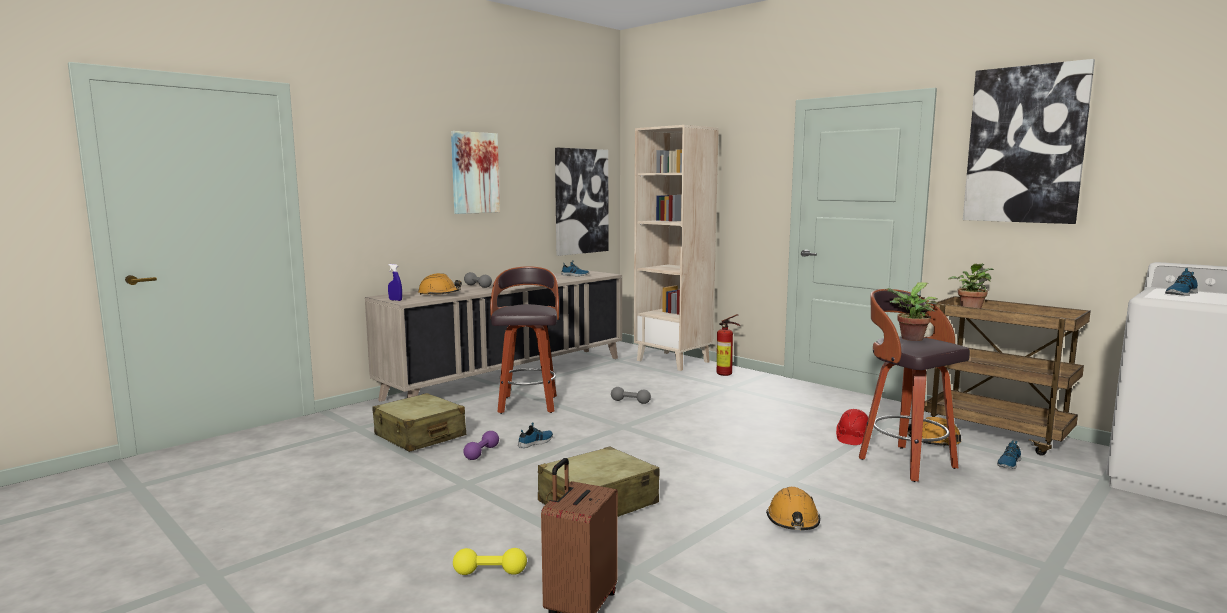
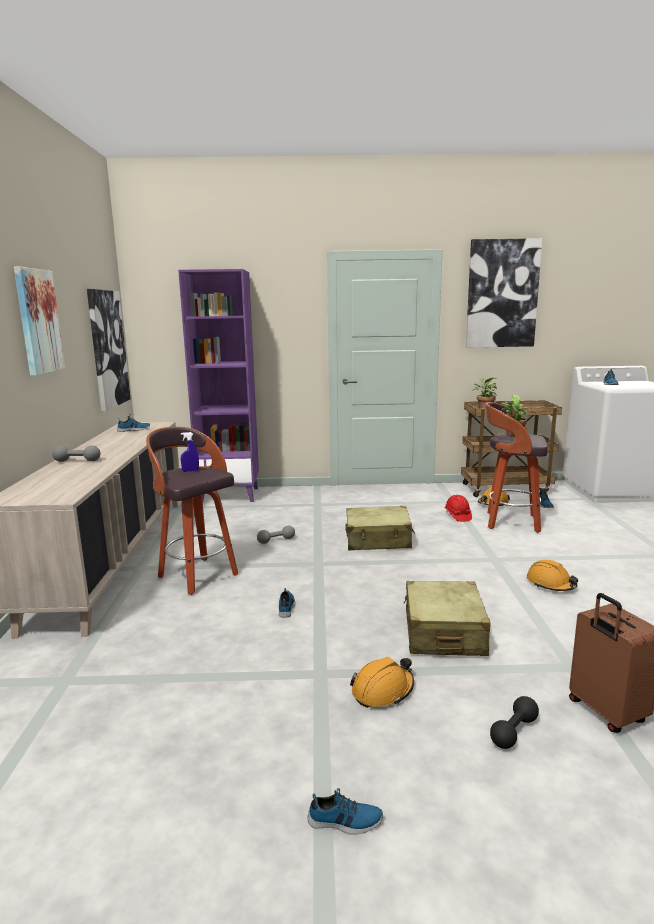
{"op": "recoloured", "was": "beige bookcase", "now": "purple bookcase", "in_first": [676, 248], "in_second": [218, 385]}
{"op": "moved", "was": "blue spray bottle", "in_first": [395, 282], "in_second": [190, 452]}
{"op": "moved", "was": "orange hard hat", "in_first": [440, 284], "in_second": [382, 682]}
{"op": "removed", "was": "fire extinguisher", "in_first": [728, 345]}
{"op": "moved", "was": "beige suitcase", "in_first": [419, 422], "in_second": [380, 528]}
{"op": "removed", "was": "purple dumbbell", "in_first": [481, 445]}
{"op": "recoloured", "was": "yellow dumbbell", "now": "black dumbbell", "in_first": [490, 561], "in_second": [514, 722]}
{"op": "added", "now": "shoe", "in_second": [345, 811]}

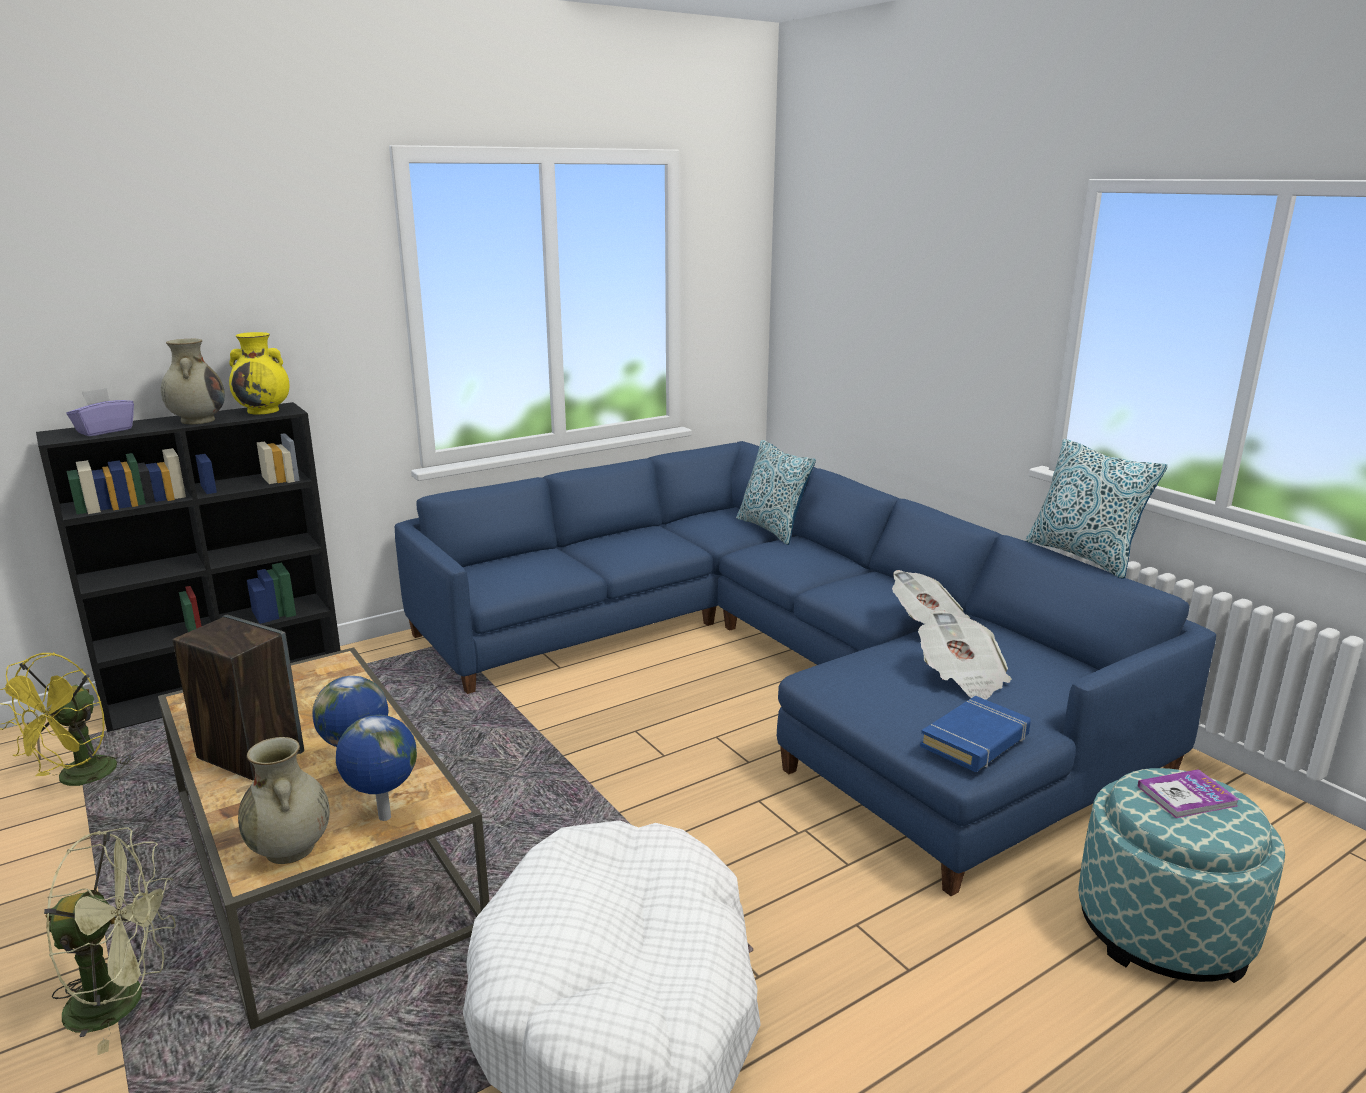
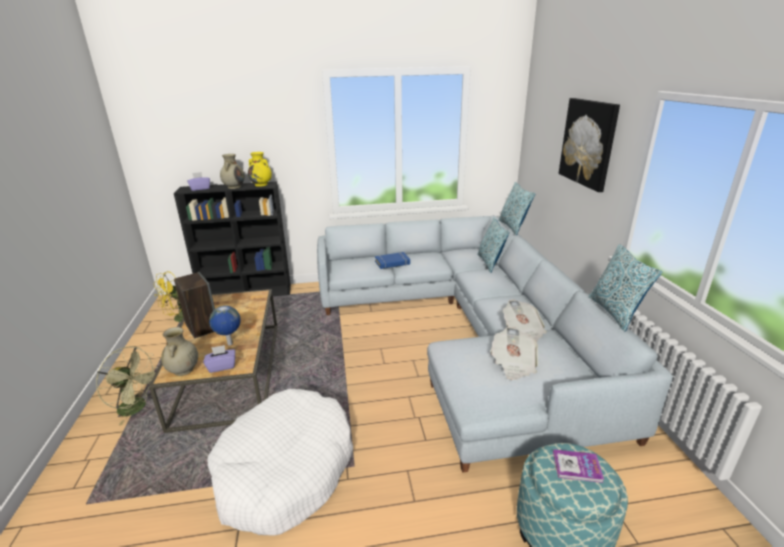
{"op": "recoloured", "was": "blue sofa", "now": "grey sofa", "in_first": [805, 668], "in_second": [495, 344]}
{"op": "moved", "was": "blue book", "in_first": [975, 734], "in_second": [392, 260]}
{"op": "replaced", "was": "globe", "now": "purple tissue box", "in_first": [376, 768], "in_second": [219, 359]}
{"op": "added", "now": "picture", "in_second": [589, 145]}
{"op": "added", "now": "pillow", "in_second": [517, 208]}

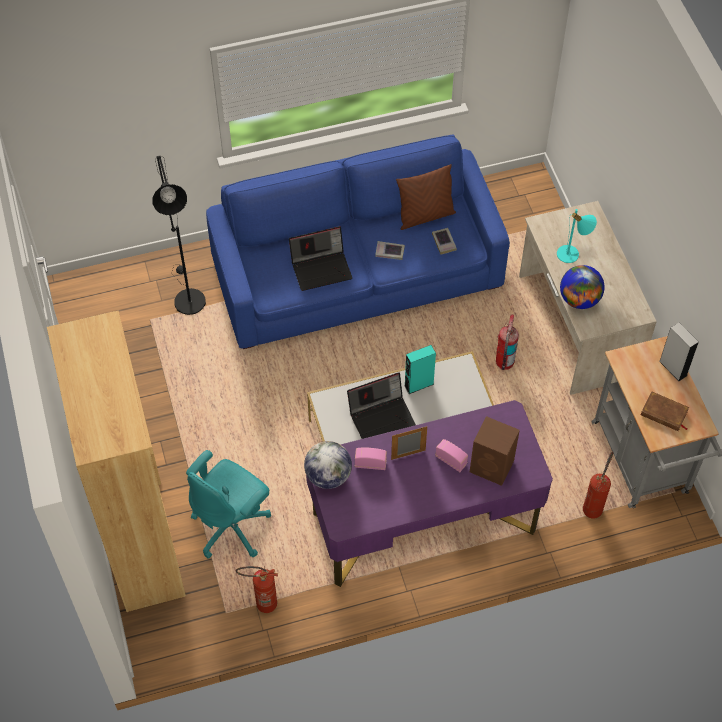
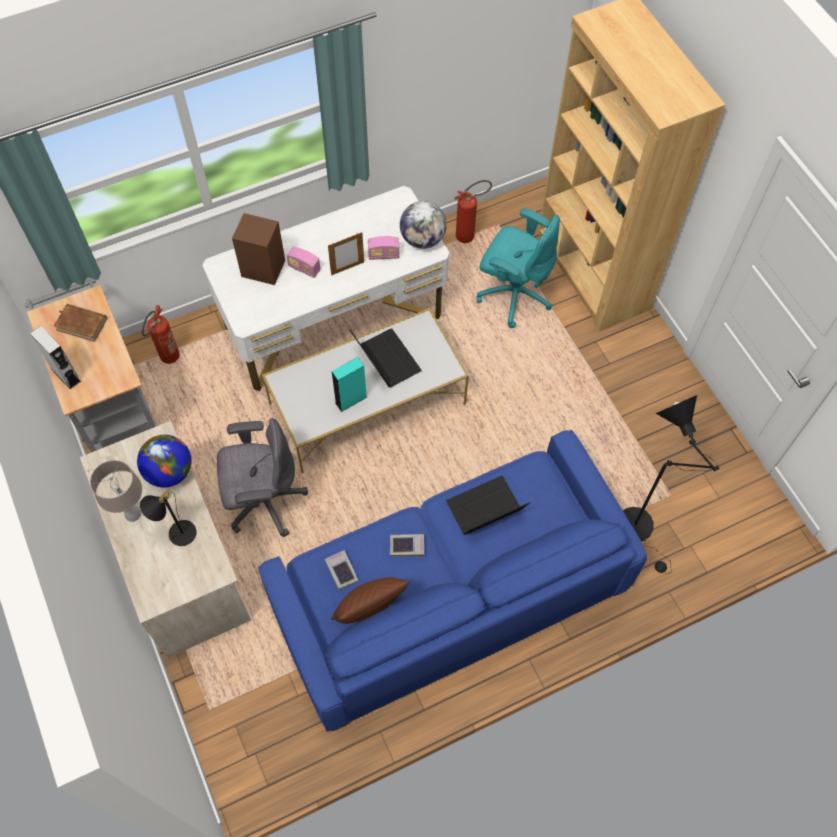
{"op": "recoloured", "was": "turquoise table lamp", "now": "black table lamp", "in_first": [577, 236], "in_second": [168, 518]}
{"op": "replaced", "was": "fire extinguisher", "now": "grey office chair", "in_first": [507, 342], "in_second": [262, 477]}
{"op": "turned", "was": "laptop", "in_first": [381, 405], "in_second": [386, 358], "clockwise": 90}
{"op": "recoloured", "was": "purple desk", "now": "white desk", "in_first": [429, 493], "in_second": [325, 288]}
{"op": "turned", "was": "turquoise office chair", "in_first": [228, 504], "in_second": [518, 268], "clockwise": 90}
{"op": "added", "now": "beige table lamp", "in_second": [116, 491]}

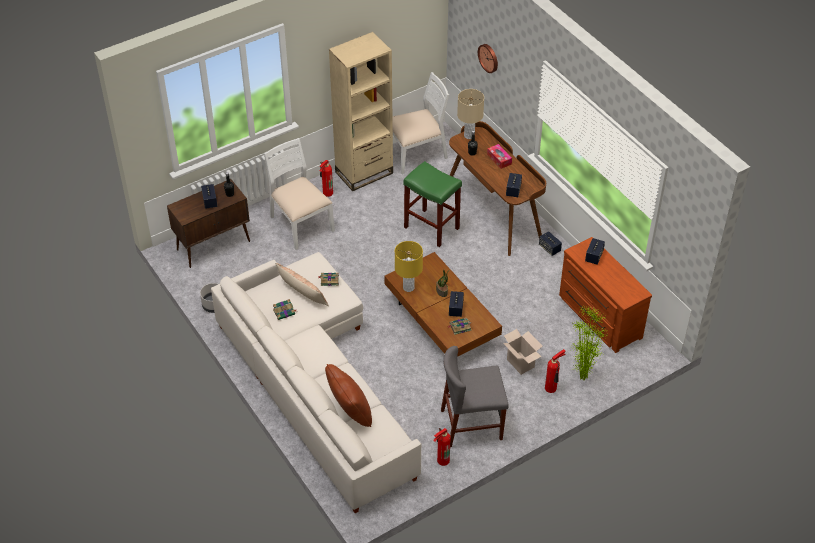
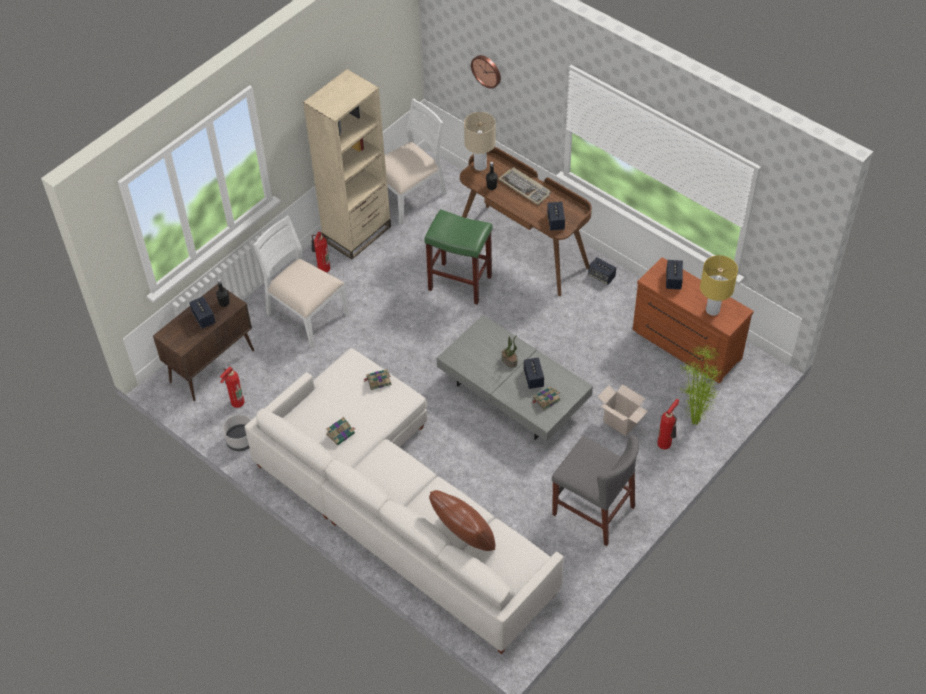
{"op": "replaced", "was": "tissue box", "now": "keyboard", "in_first": [499, 156], "in_second": [524, 186]}
{"op": "moved", "was": "yellow table lamp", "in_first": [409, 266], "in_second": [719, 285]}
{"op": "recoloured", "was": "brown coffee table", "now": "grey coffee table", "in_first": [443, 304], "in_second": [514, 378]}
{"op": "removed", "was": "pillow", "in_first": [302, 284]}
{"op": "turned", "was": "grey chair", "in_first": [475, 396], "in_second": [595, 490], "clockwise": -120}
{"op": "moved", "was": "fire extinguisher", "in_first": [442, 447], "in_second": [232, 387]}

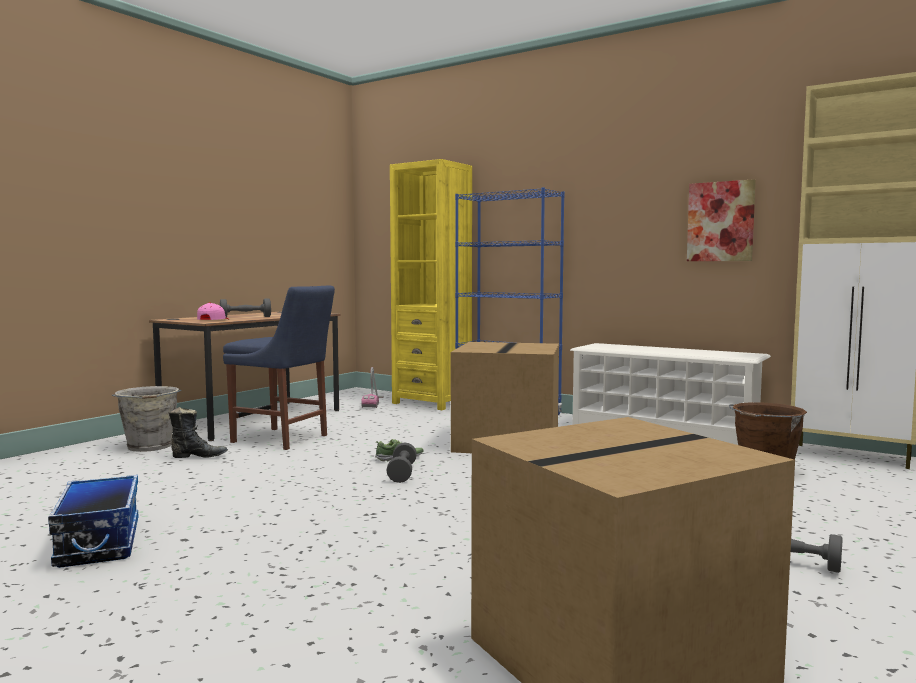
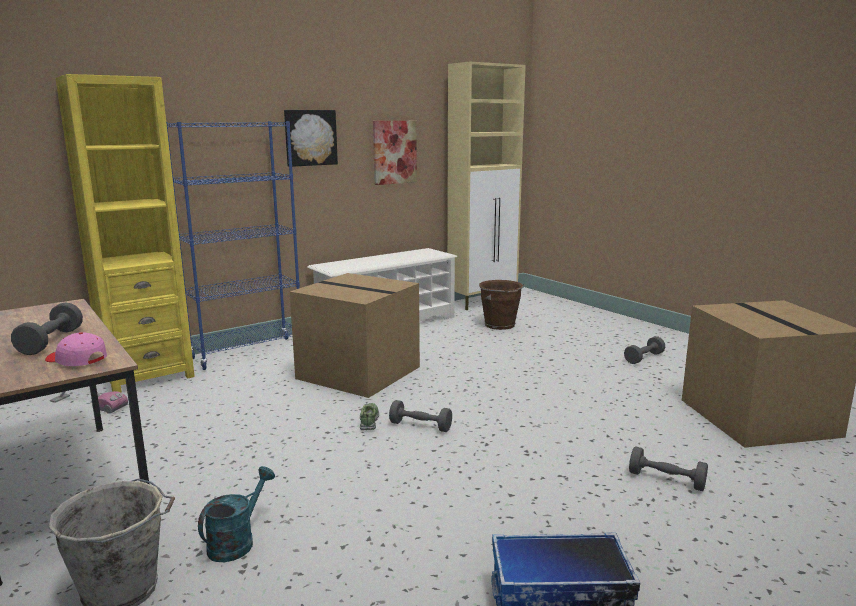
{"op": "removed", "was": "blue chair", "in_first": [279, 367]}
{"op": "replaced", "was": "black boot", "now": "turquoise watering can", "in_first": [198, 432], "in_second": [236, 514]}
{"op": "added", "now": "picture", "in_second": [311, 138]}
{"op": "added", "now": "grey dumbbell", "in_second": [668, 468]}

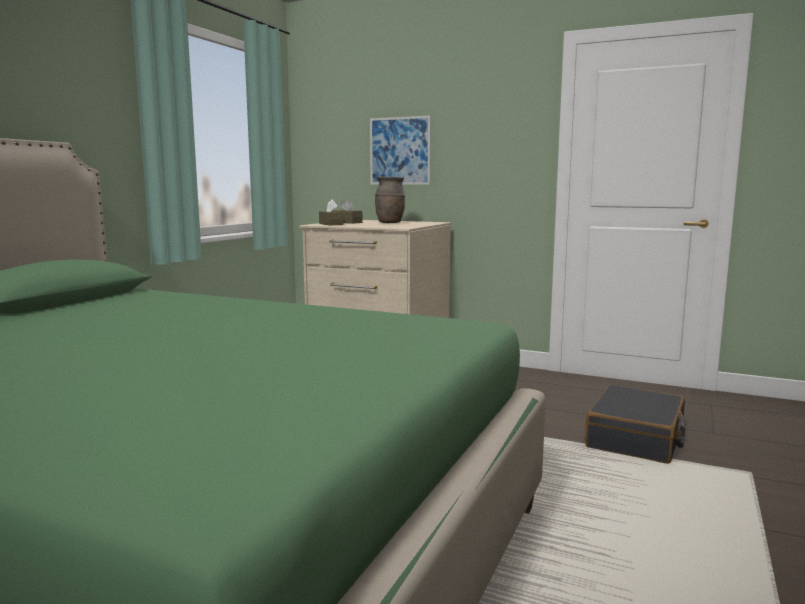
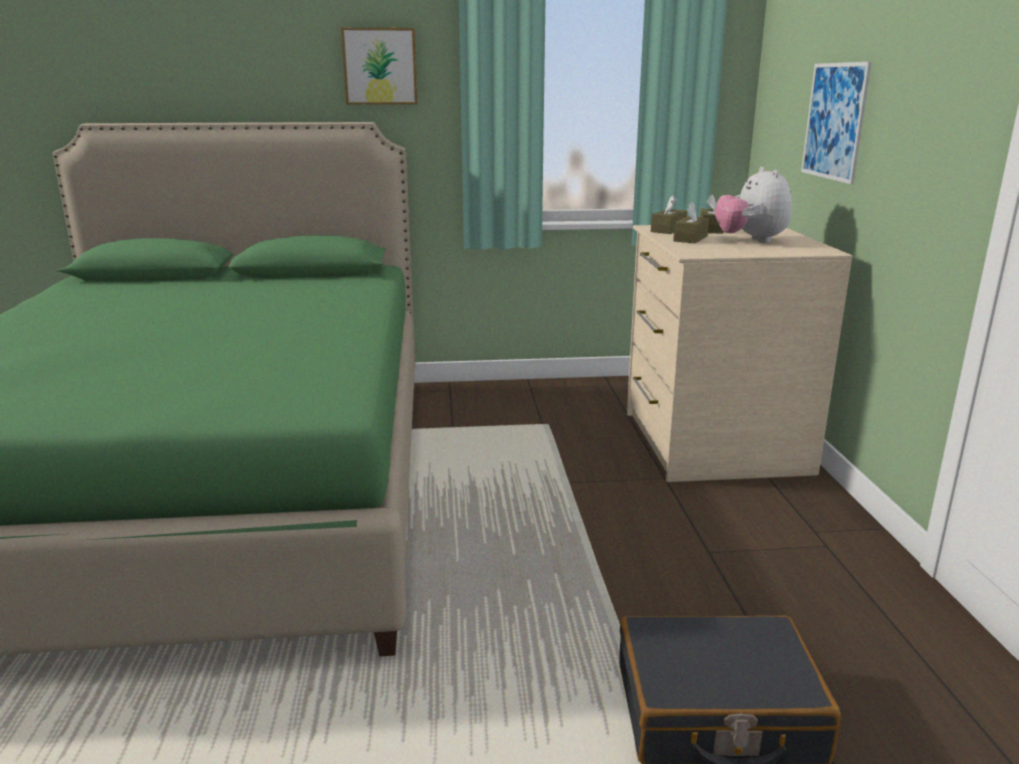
{"op": "replaced", "was": "brown vase", "now": "plush toy", "in_first": [390, 200], "in_second": [753, 205]}
{"op": "added", "now": "picture", "in_second": [379, 66]}
{"op": "added", "now": "brown tissue box", "in_second": [691, 222]}

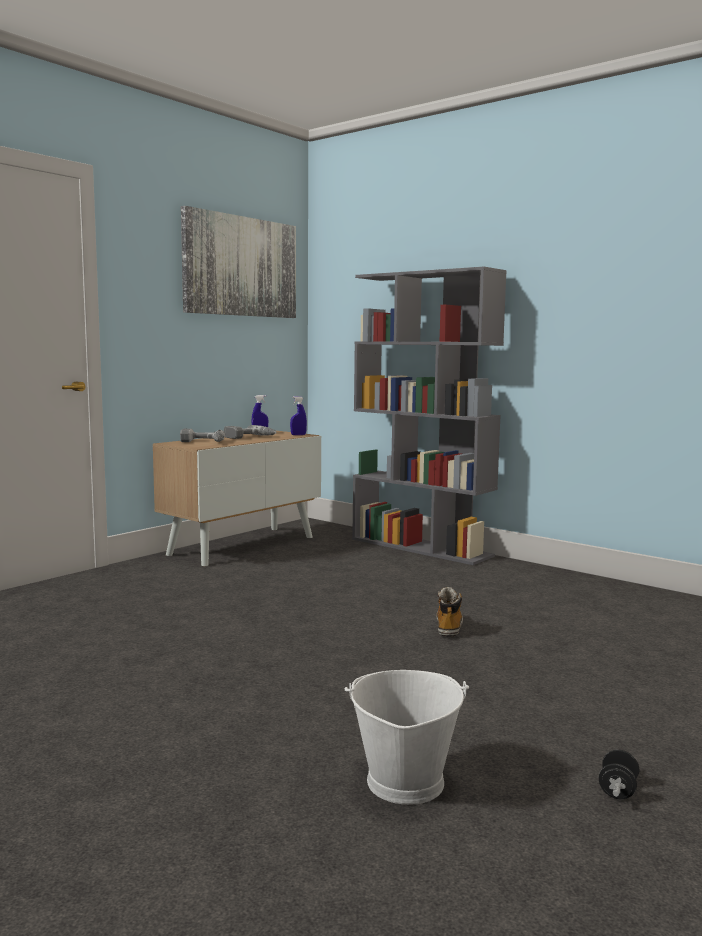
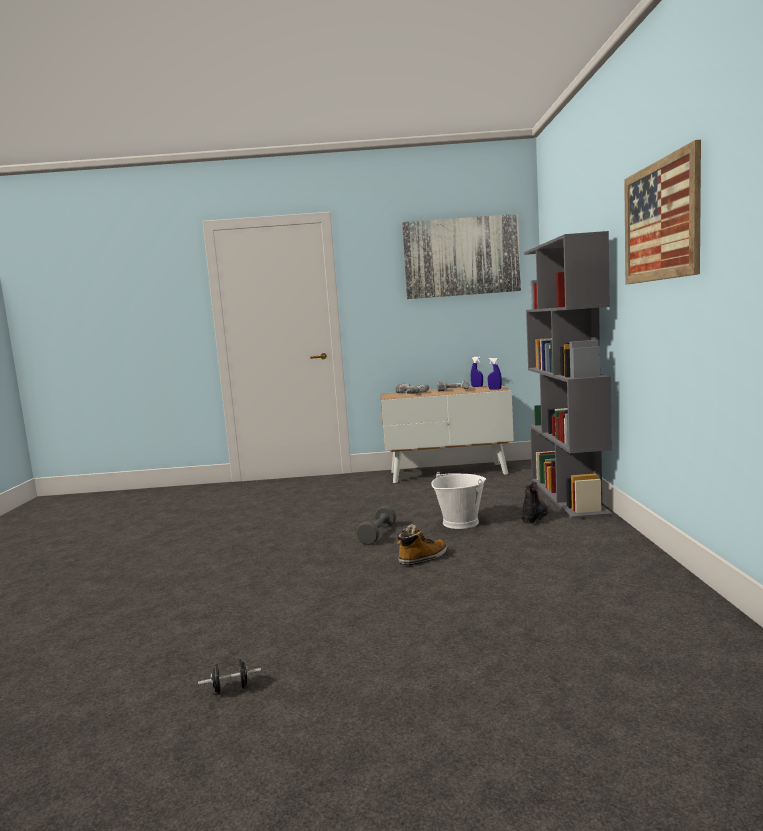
{"op": "moved", "was": "white bucket", "in_first": [407, 737], "in_second": [458, 500]}
{"op": "added", "now": "picture", "in_second": [662, 212]}
{"op": "added", "now": "boot", "in_second": [535, 503]}
{"op": "added", "now": "grey dumbbell", "in_second": [376, 525]}

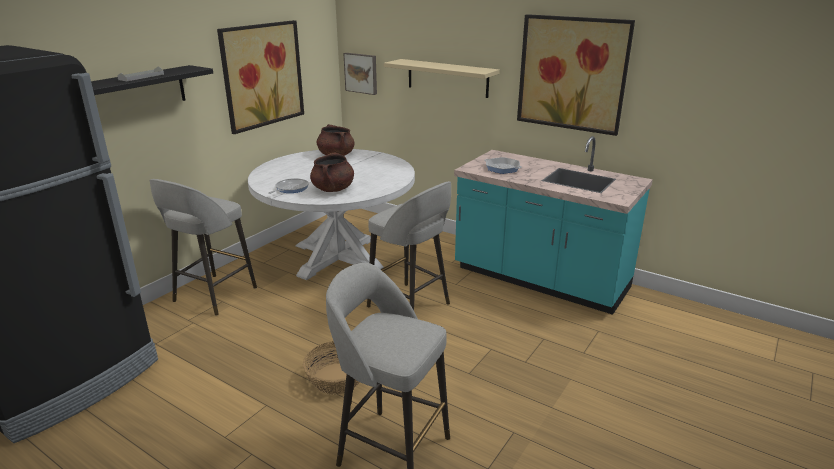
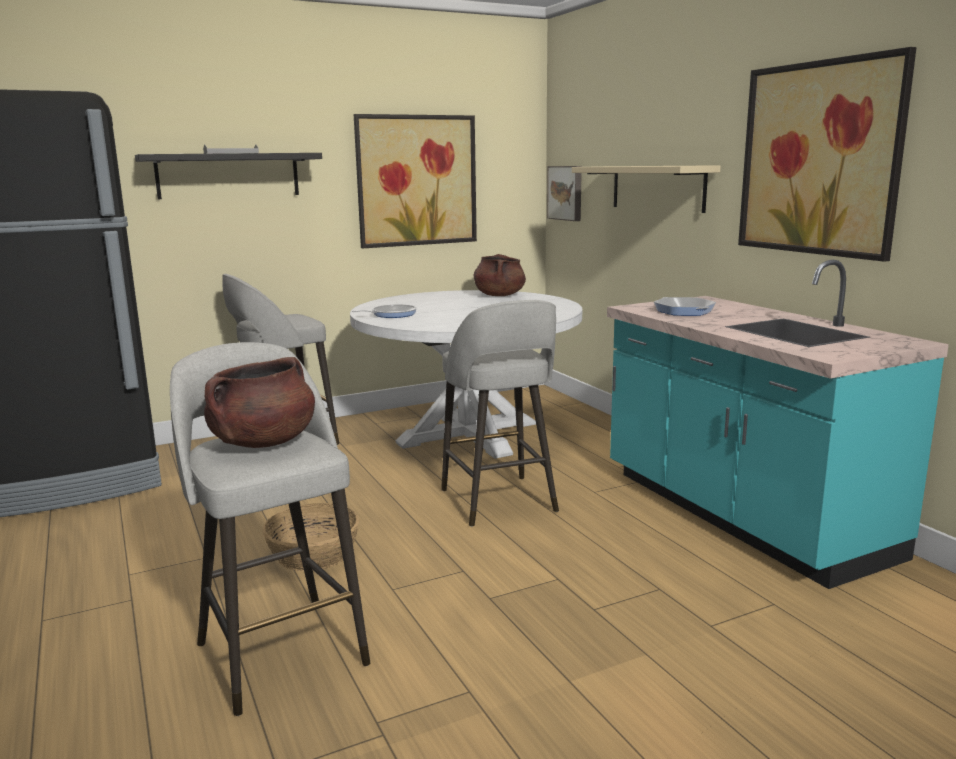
{"op": "moved", "was": "brown cooking pot", "in_first": [332, 172], "in_second": [259, 402]}

